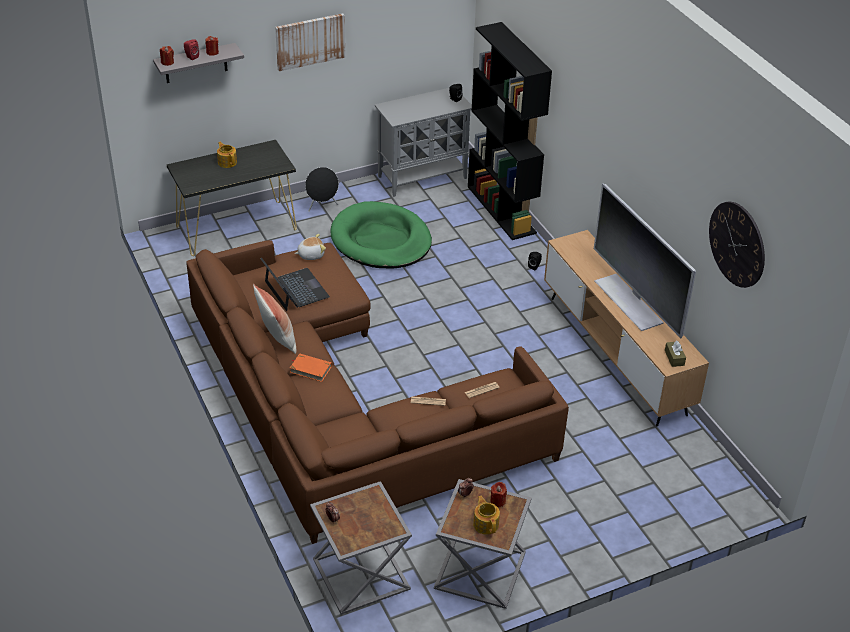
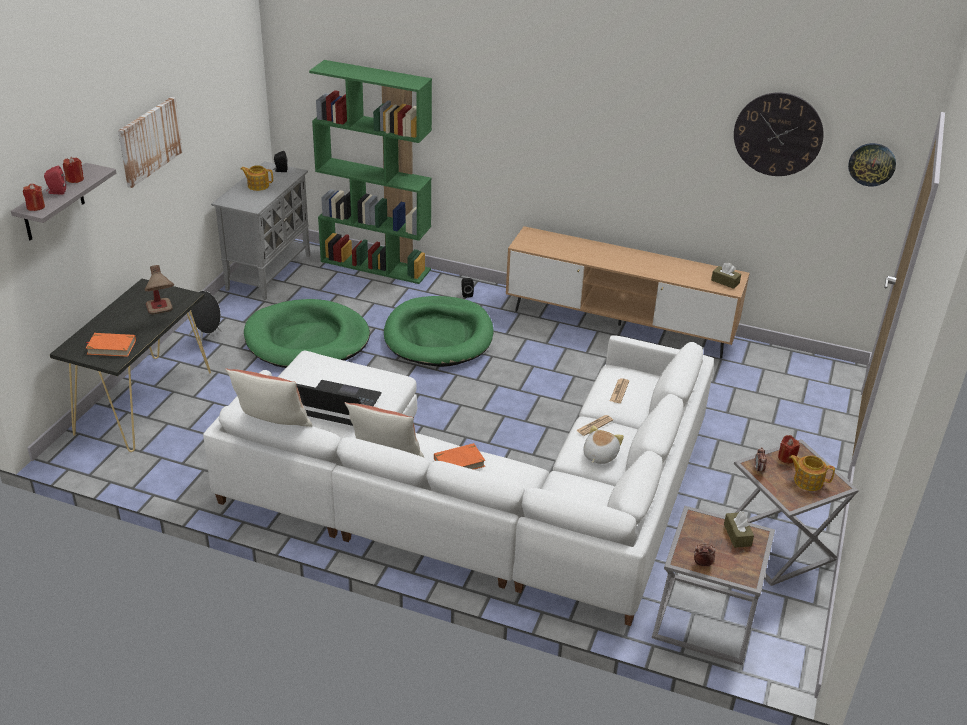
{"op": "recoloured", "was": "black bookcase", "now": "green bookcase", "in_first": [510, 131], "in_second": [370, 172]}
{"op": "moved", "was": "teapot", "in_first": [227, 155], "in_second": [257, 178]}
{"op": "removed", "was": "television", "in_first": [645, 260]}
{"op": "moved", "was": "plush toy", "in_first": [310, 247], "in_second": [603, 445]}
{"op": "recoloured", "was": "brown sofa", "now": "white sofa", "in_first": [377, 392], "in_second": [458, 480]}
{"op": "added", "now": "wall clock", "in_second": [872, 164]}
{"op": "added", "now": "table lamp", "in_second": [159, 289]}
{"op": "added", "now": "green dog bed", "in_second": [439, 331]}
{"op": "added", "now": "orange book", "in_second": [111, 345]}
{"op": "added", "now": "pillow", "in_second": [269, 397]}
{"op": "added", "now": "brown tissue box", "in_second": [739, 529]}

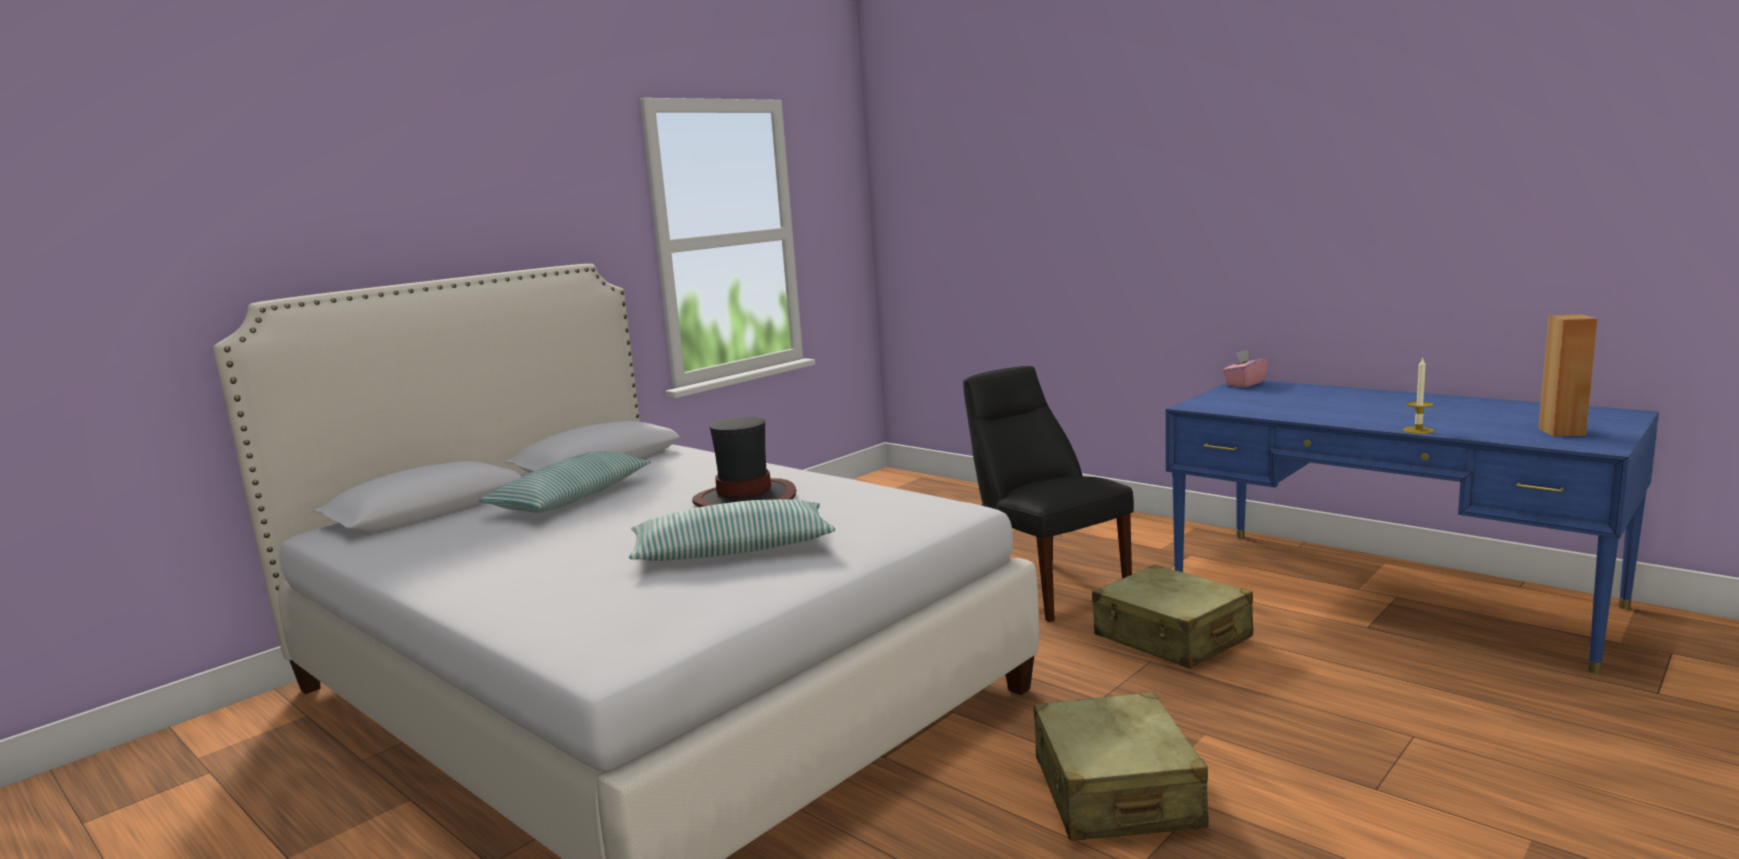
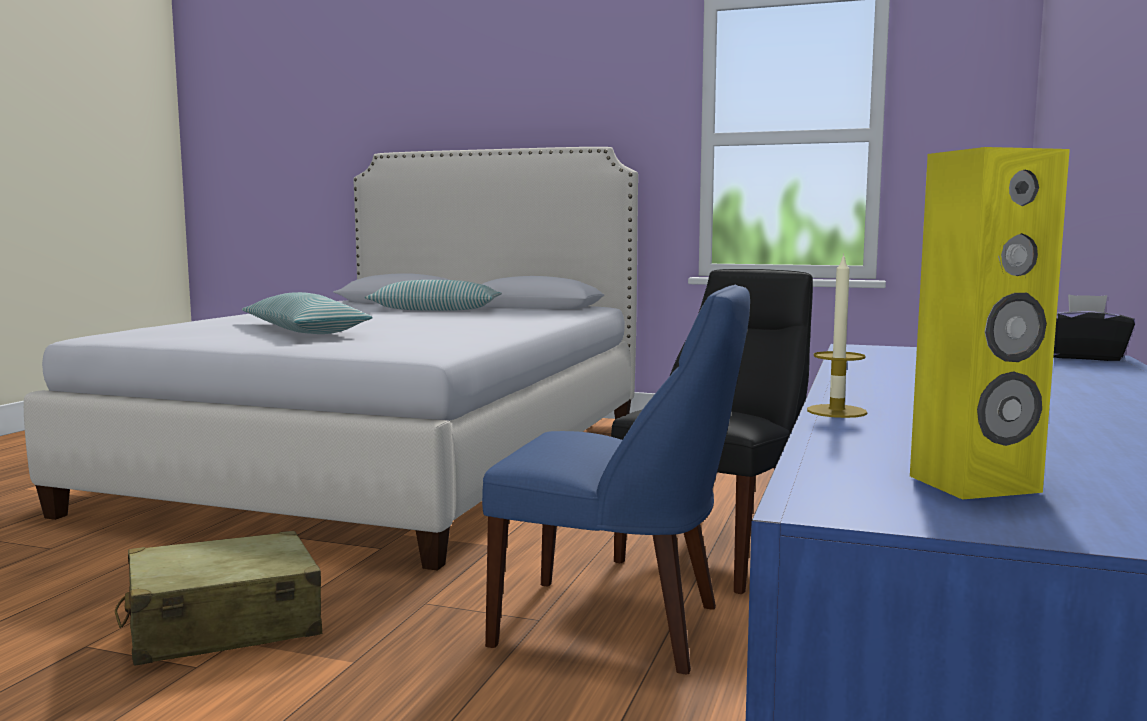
{"op": "recoloured", "was": "brown speaker", "now": "yellow speaker", "in_first": [1567, 375], "in_second": [990, 323]}
{"op": "recoloured", "was": "pink tissue box", "now": "black tissue box", "in_first": [1245, 368], "in_second": [1094, 327]}
{"op": "removed", "was": "hat", "in_first": [744, 462]}
{"op": "replaced", "was": "beige suitcase", "now": "blue chair", "in_first": [1172, 617], "in_second": [616, 479]}

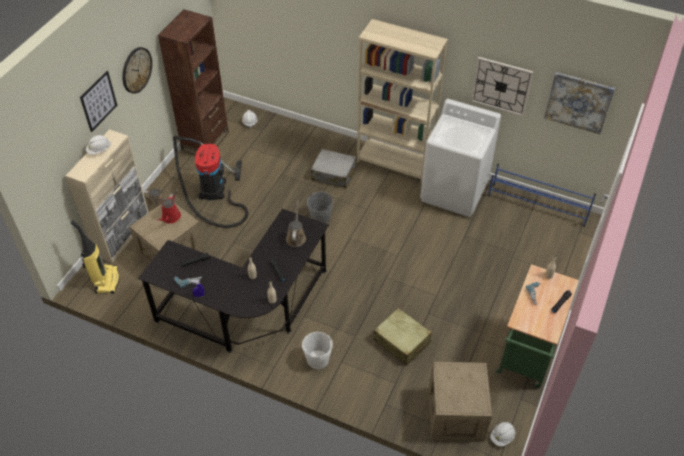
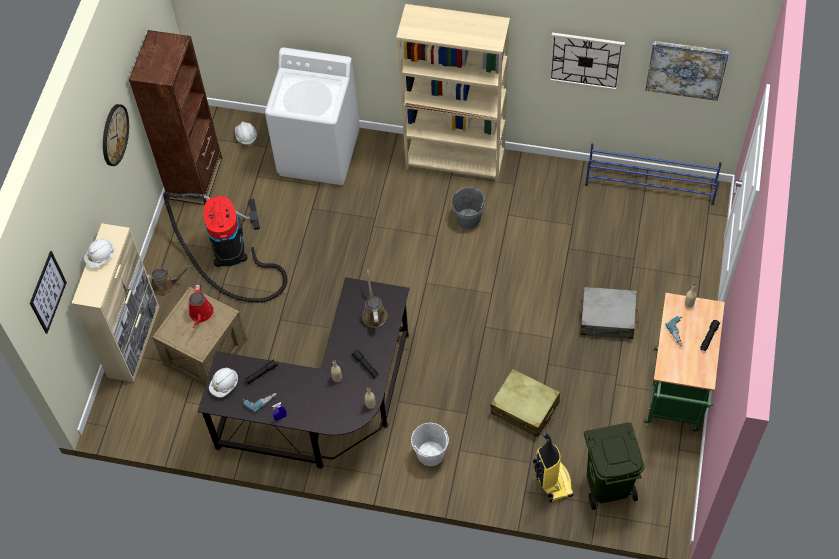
{"op": "moved", "was": "picture", "in_first": [98, 101], "in_second": [48, 292]}
{"op": "moved", "was": "white washing machine", "in_first": [460, 158], "in_second": [312, 116]}
{"op": "moved", "was": "grey suitcase", "in_first": [334, 168], "in_second": [610, 313]}
{"op": "moved", "was": "grey bucket", "in_first": [320, 208], "in_second": [468, 208]}
{"op": "moved", "was": "vacuum cleaner", "in_first": [94, 257], "in_second": [553, 467]}
{"op": "replaced", "was": "crate", "now": "green trash can", "in_first": [460, 402], "in_second": [614, 466]}
{"op": "moved", "was": "white hard hat", "in_first": [502, 434], "in_second": [223, 382]}

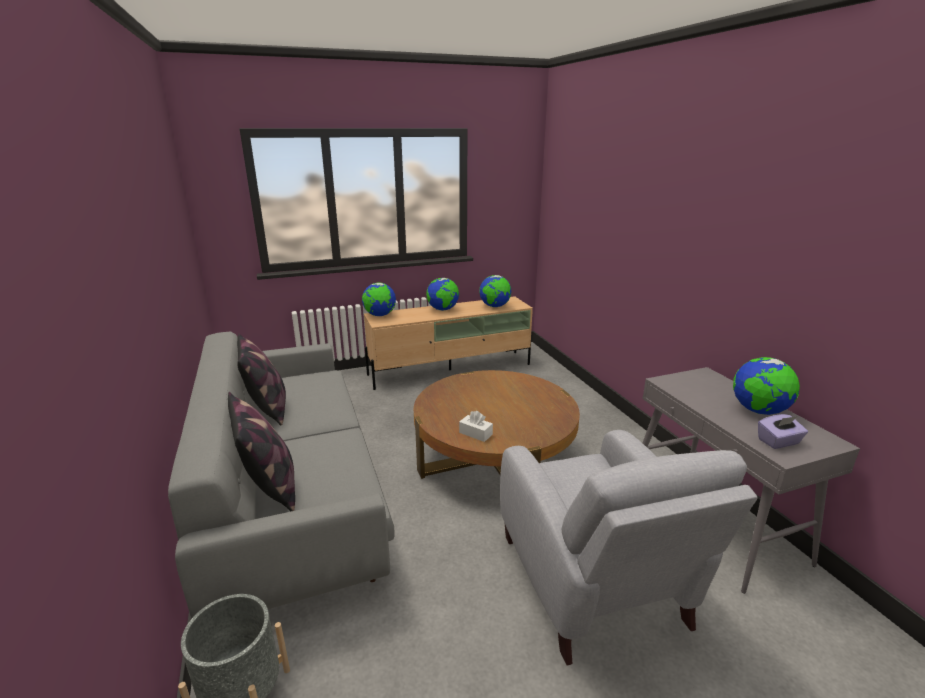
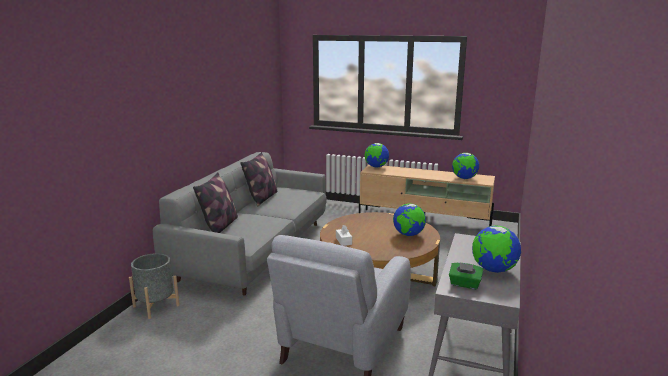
{"op": "moved", "was": "globe", "in_first": [442, 294], "in_second": [409, 219]}
{"op": "recoloured", "was": "purple tissue box", "now": "green tissue box", "in_first": [783, 431], "in_second": [466, 275]}

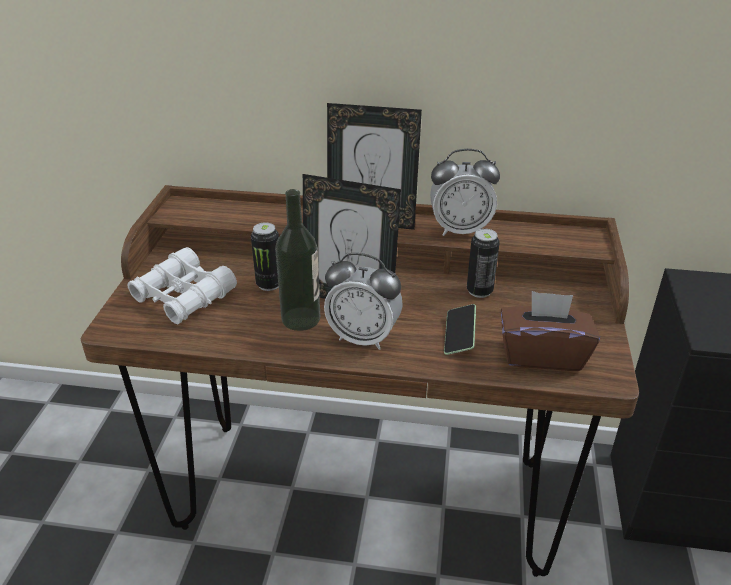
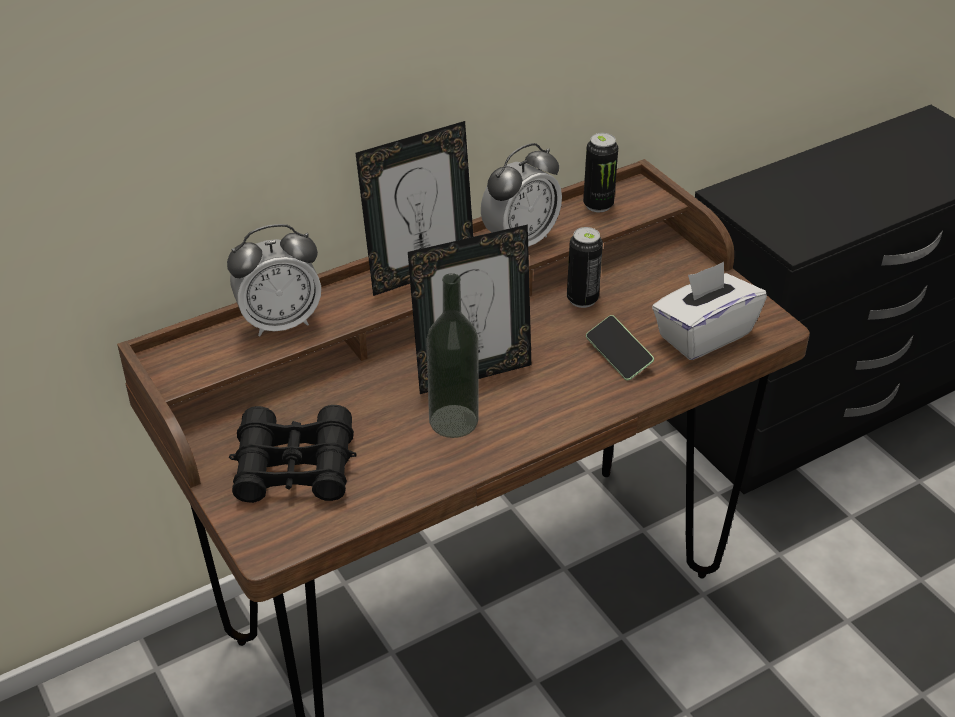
{"op": "moved", "was": "can", "in_first": [265, 256], "in_second": [600, 172]}
{"op": "recoloured", "was": "white binoculars", "now": "black binoculars", "in_first": [182, 285], "in_second": [293, 454]}
{"op": "moved", "was": "alarm clock", "in_first": [363, 301], "in_second": [274, 280]}
{"op": "recoloured", "was": "brown tissue box", "now": "white tissue box", "in_first": [550, 331], "in_second": [709, 311]}

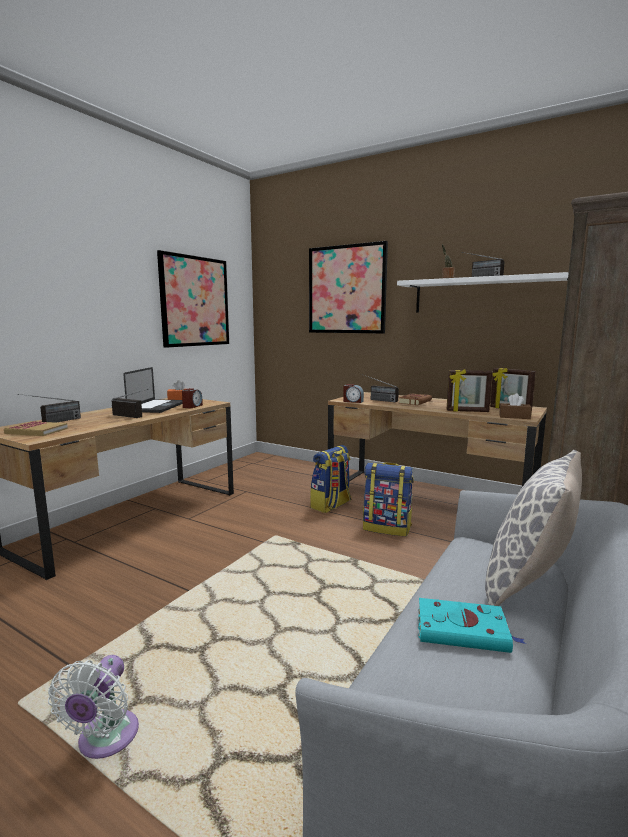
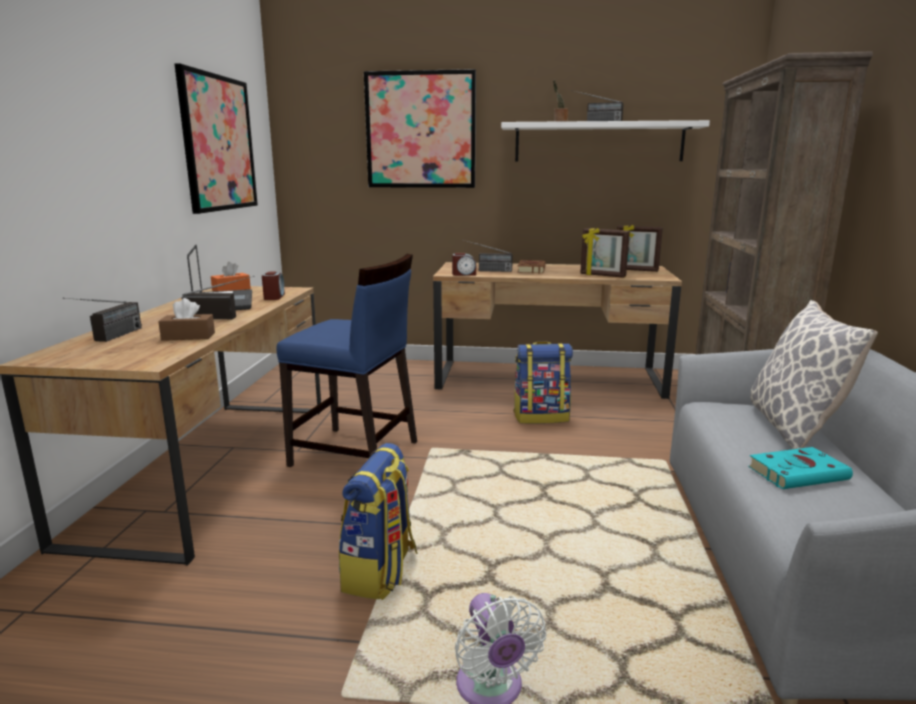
{"op": "turned", "was": "picture frame", "in_first": [469, 390], "in_second": [605, 253], "clockwise": 45}
{"op": "moved", "was": "brown tissue box", "in_first": [515, 406], "in_second": [186, 319]}
{"op": "removed", "was": "book", "in_first": [36, 428]}
{"op": "moved", "was": "backpack", "in_first": [330, 479], "in_second": [378, 521]}
{"op": "added", "now": "blue chair", "in_second": [346, 360]}

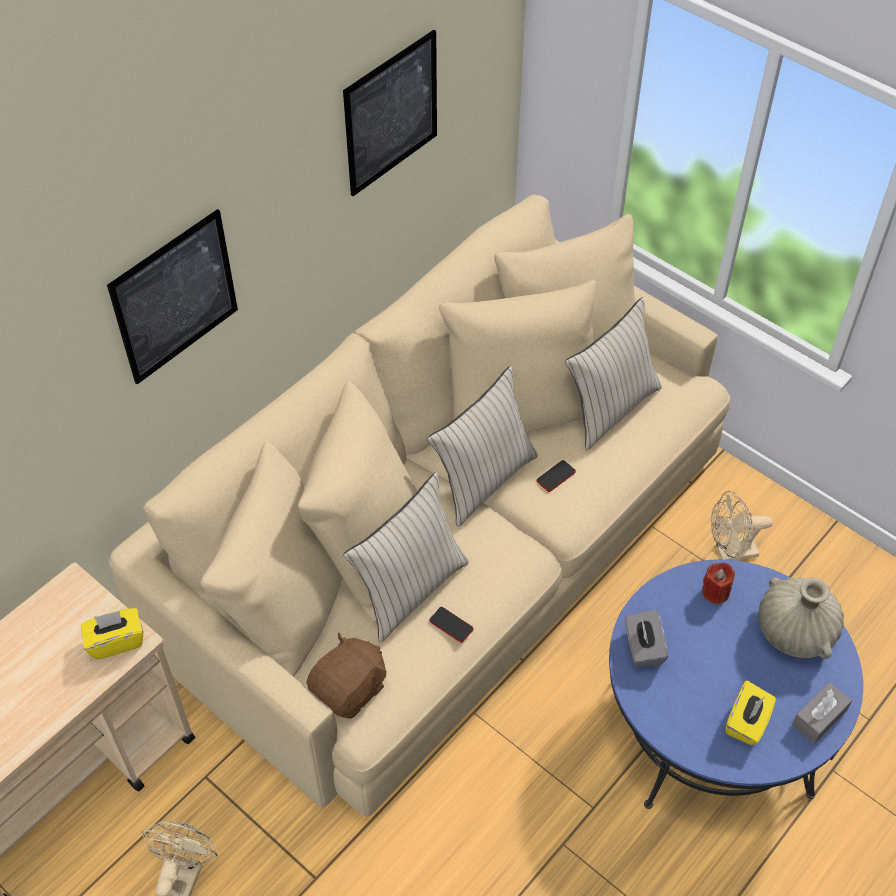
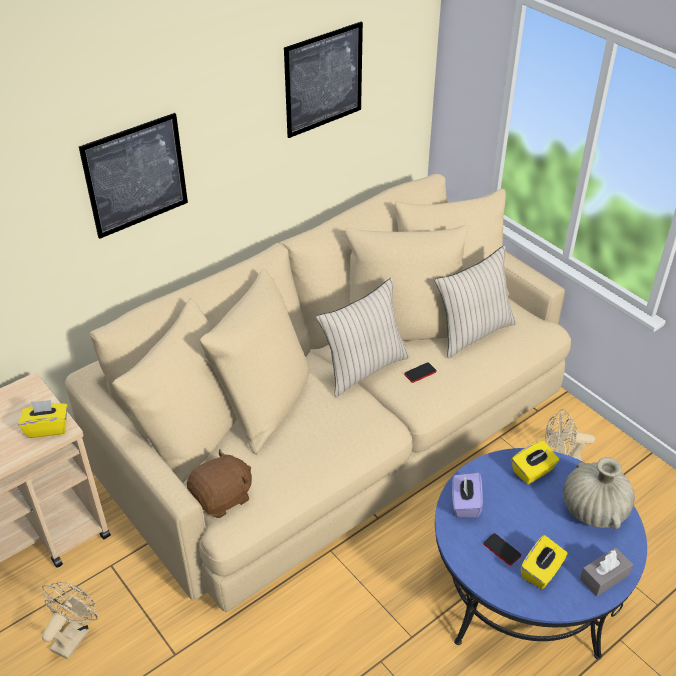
{"op": "removed", "was": "beige pillow", "in_first": [406, 557]}
{"op": "replaced", "was": "red candle", "now": "yellow tissue box", "in_first": [718, 584], "in_second": [535, 462]}
{"op": "moved", "was": "phone", "in_first": [451, 625], "in_second": [502, 549]}
{"op": "recoloured", "was": "grey tissue box", "now": "purple tissue box", "in_first": [646, 638], "in_second": [467, 495]}

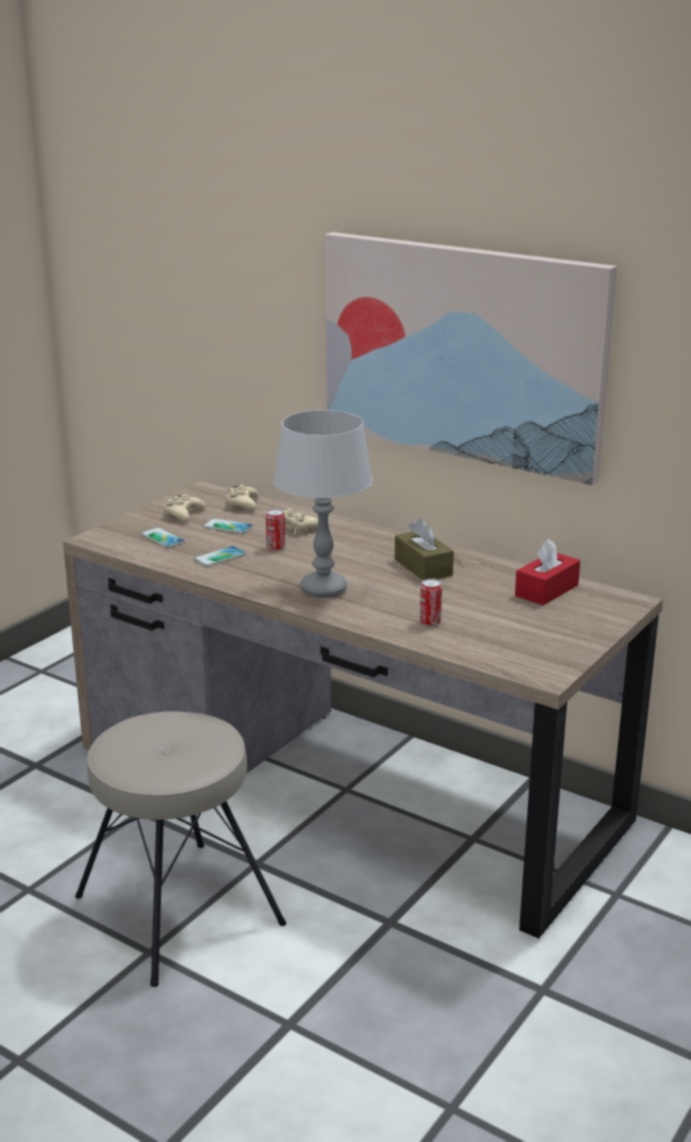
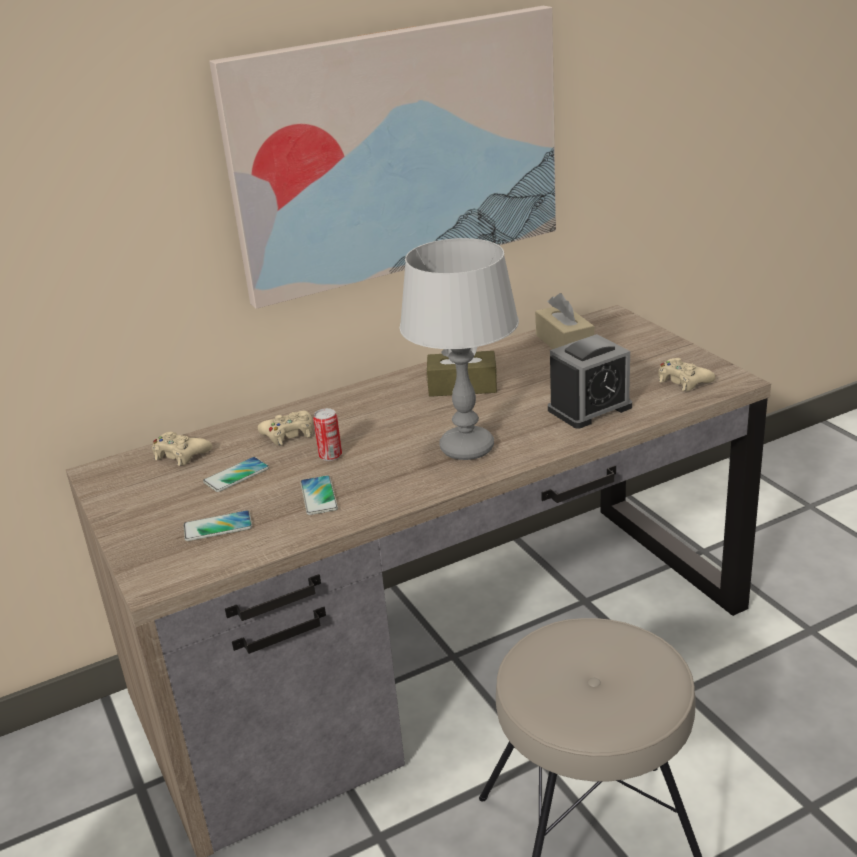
{"op": "moved", "was": "beige game controller", "in_first": [184, 508], "in_second": [687, 374]}
{"op": "recoloured", "was": "red tissue box", "now": "beige tissue box", "in_first": [547, 572], "in_second": [565, 321]}
{"op": "replaced", "was": "can", "now": "alarm clock", "in_first": [431, 602], "in_second": [590, 381]}

